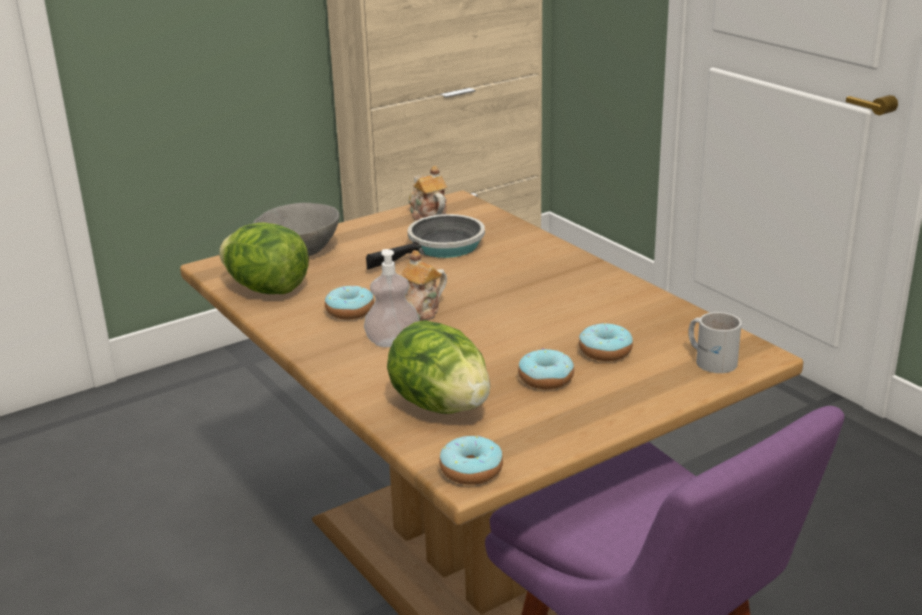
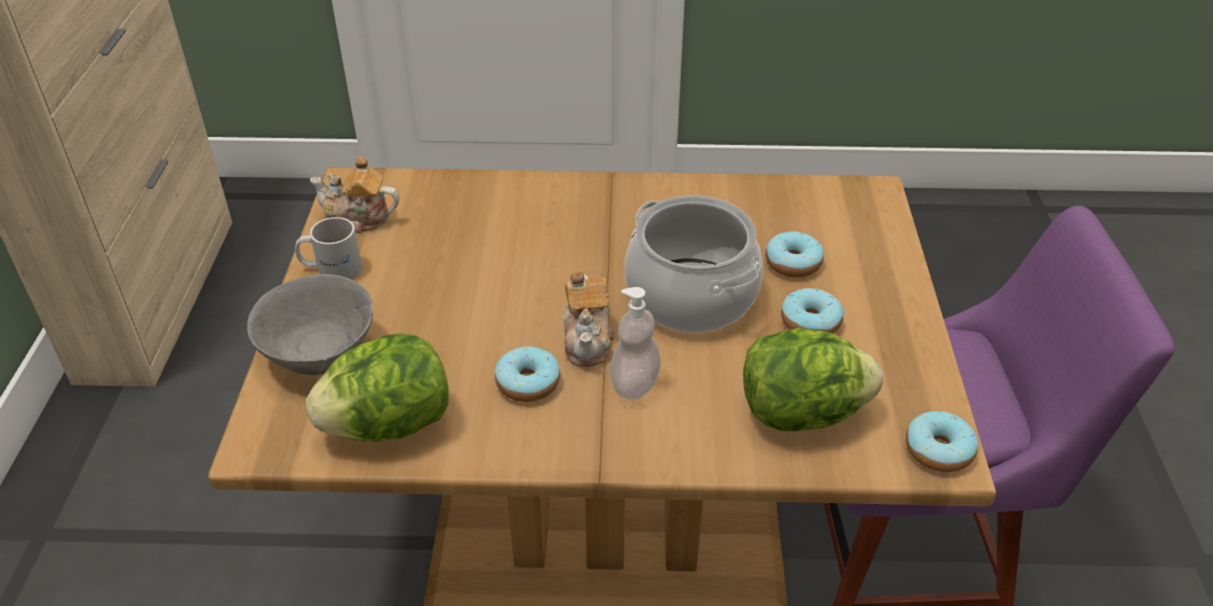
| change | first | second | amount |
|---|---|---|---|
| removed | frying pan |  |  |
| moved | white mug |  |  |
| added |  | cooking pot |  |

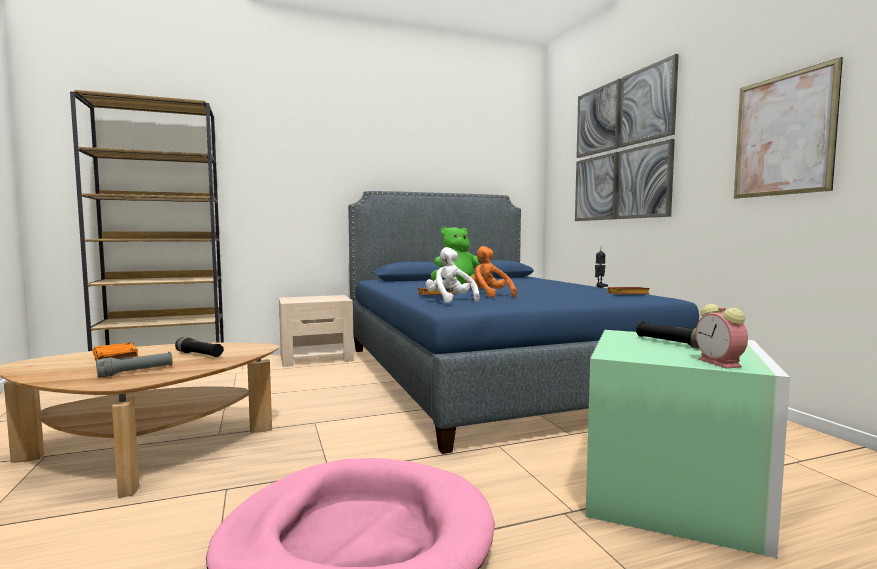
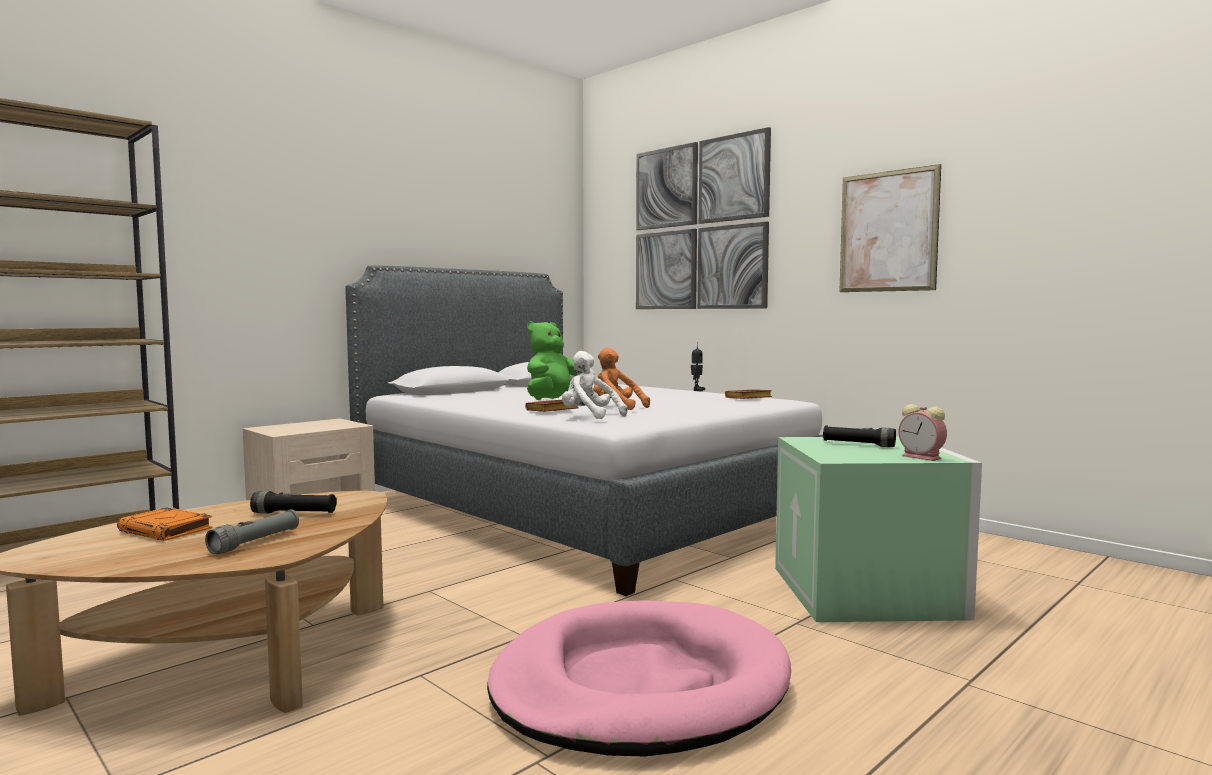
| change | first | second | amount |
|---|---|---|---|
| recoloured | blue bed | grey bed |  |

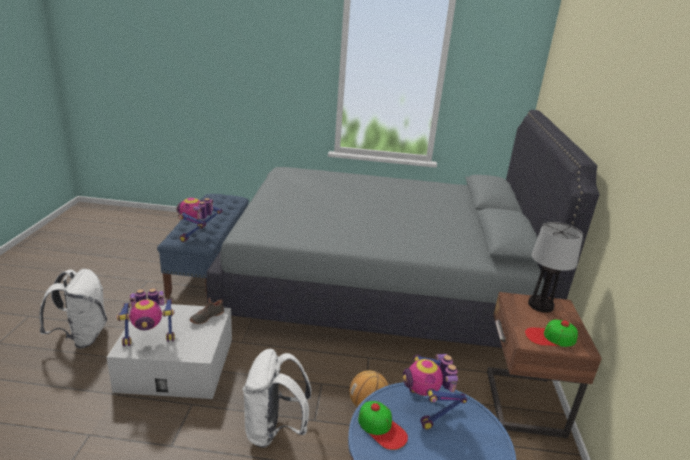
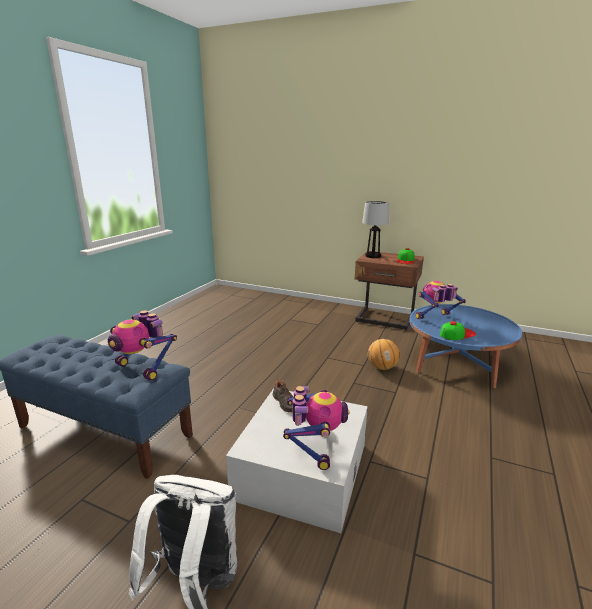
| change | first | second | amount |
|---|---|---|---|
| removed | grey bed |  |  |
| removed | white backpack (2nd from left) |  |  |
| turned | toy robot (3rd from left) |  | 150 degrees clockwise |

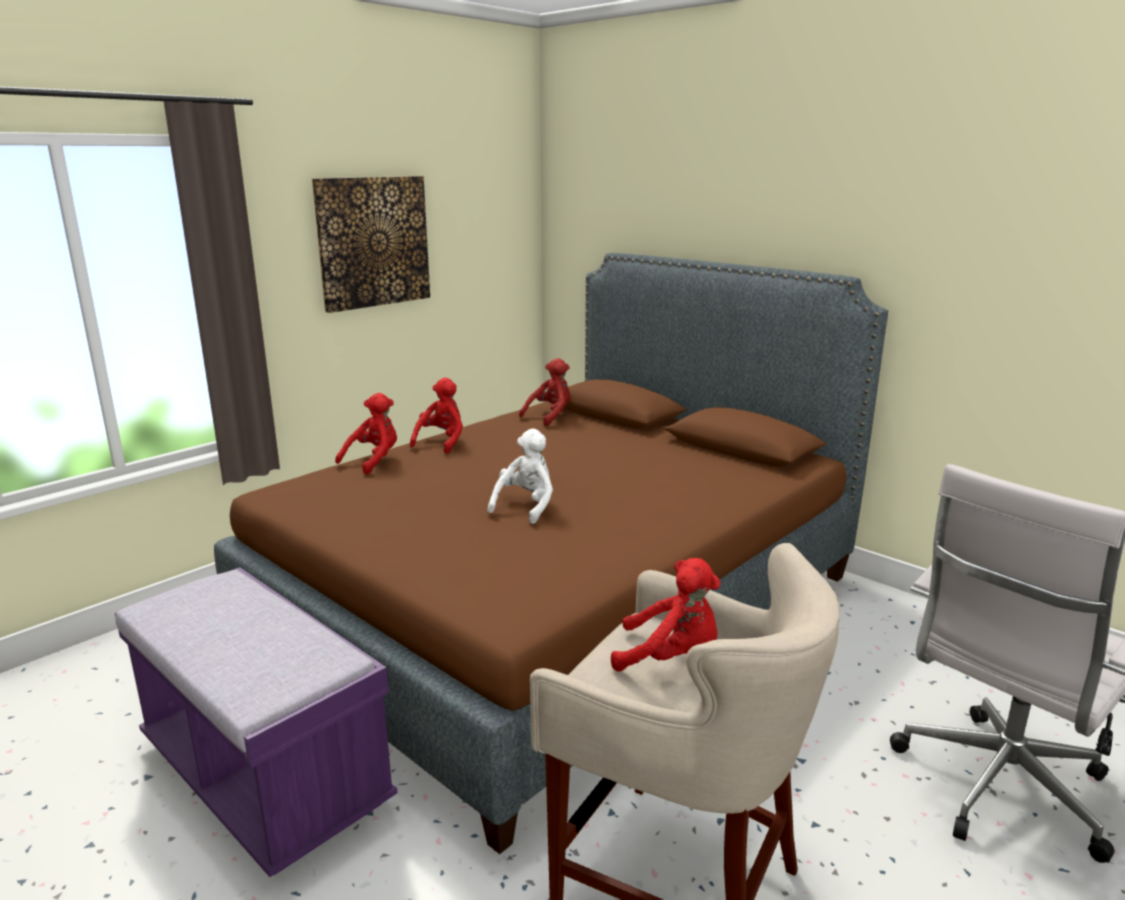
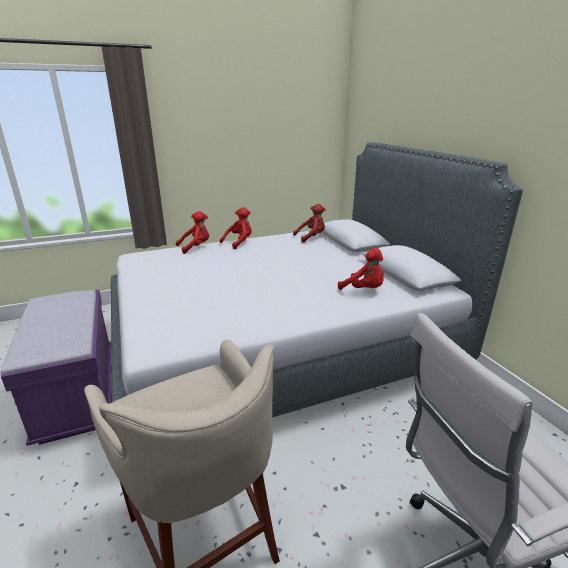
| change | first | second | amount |
|---|---|---|---|
| recoloured | brown bed | grey bed |  |
| removed | picture |  |  |
| removed | white plush toy |  |  |
| moved | red plush toy (4th from left) |  |  |

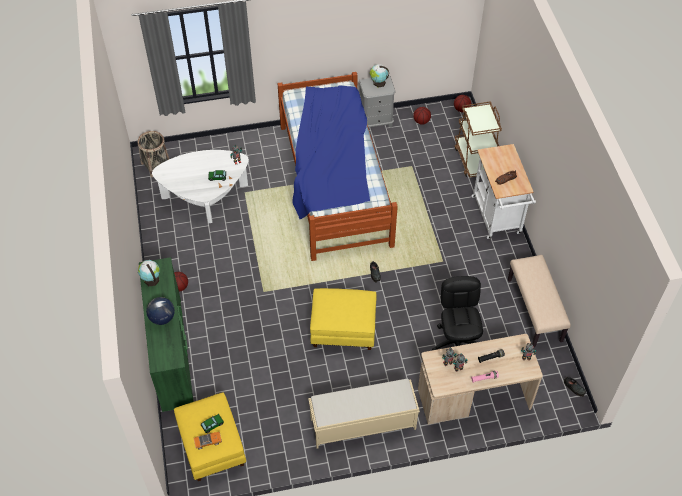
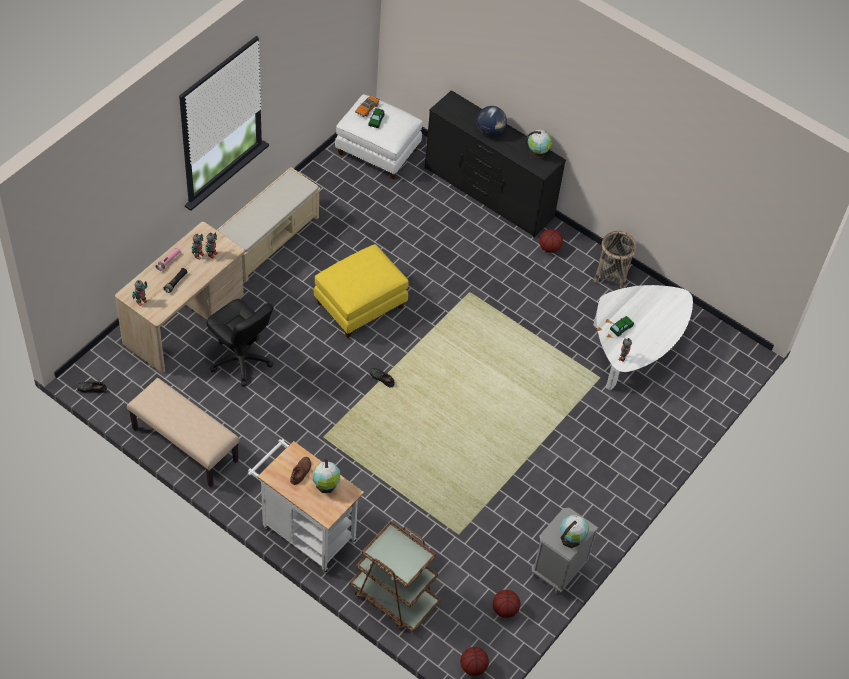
| change | first | second | amount |
|---|---|---|---|
| moved | basket |  |  |
| recoloured | green dresser | black dresser |  |
| recoloured | yellow ottoman (1st from left) | white ottoman |  |
| removed | bed |  |  |
| added |  | globe (1st from left) |  |

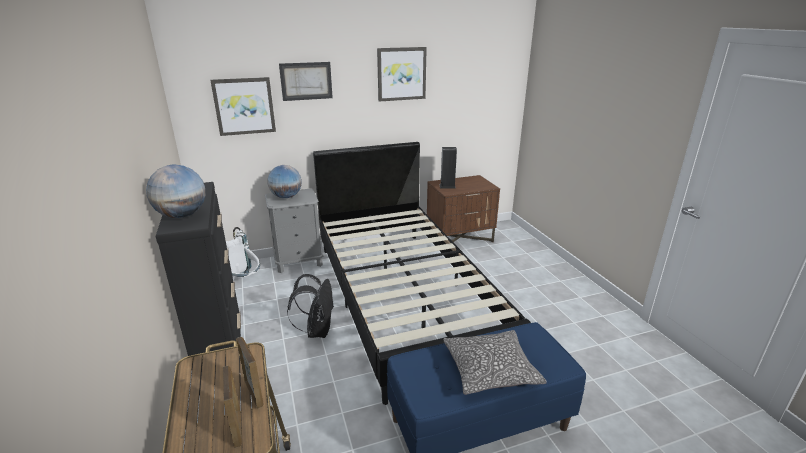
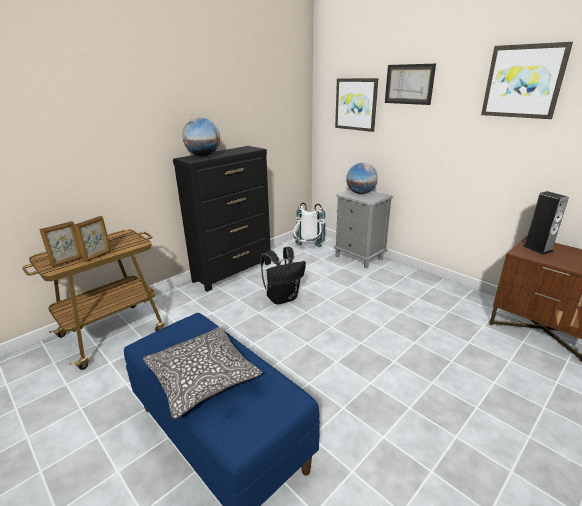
| change | first | second | amount |
|---|---|---|---|
| removed | black bed |  |  |

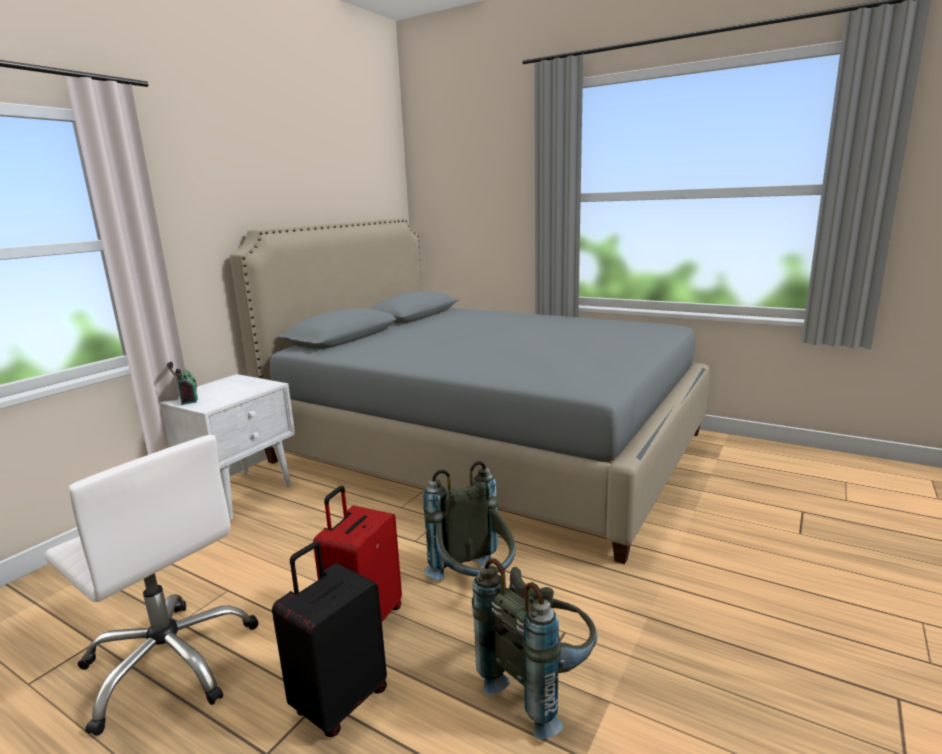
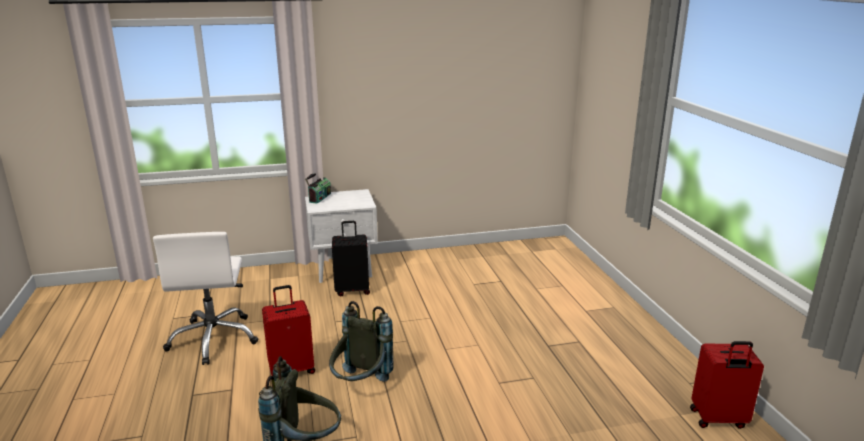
| change | first | second | amount |
|---|---|---|---|
| removed | grey bed |  |  |
| moved | black suitcase |  |  |
| added |  | red suitcase (2nd from left) |  |

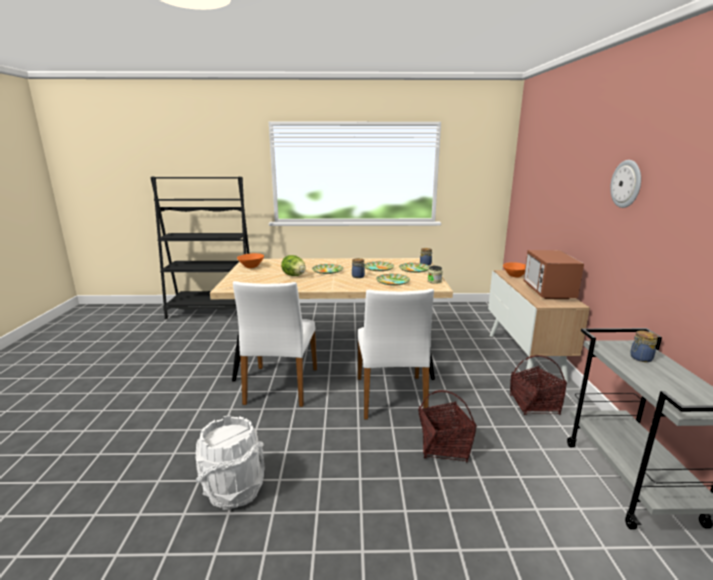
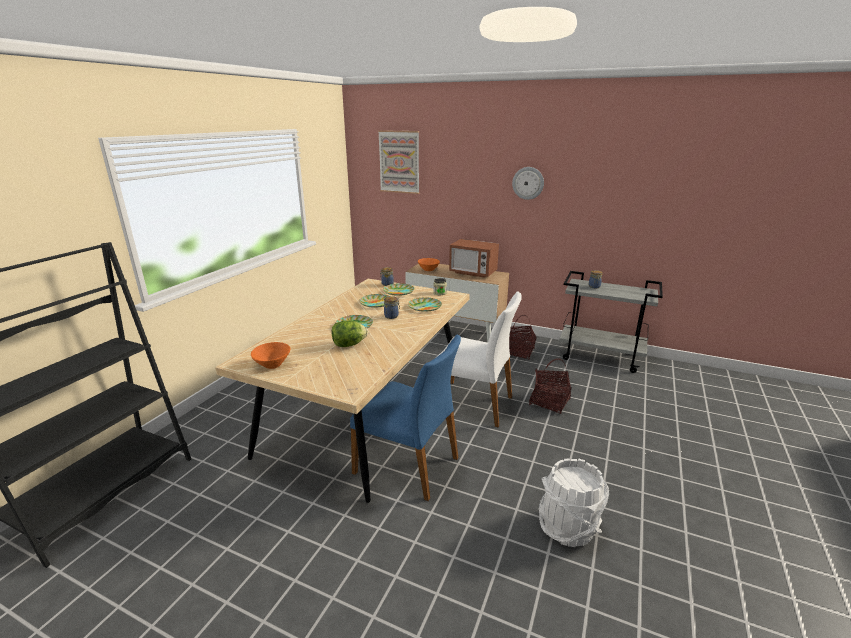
| change | first | second | amount |
|---|---|---|---|
| recoloured | white chair (1st from left) | blue chair |  |
| added |  | picture |  |

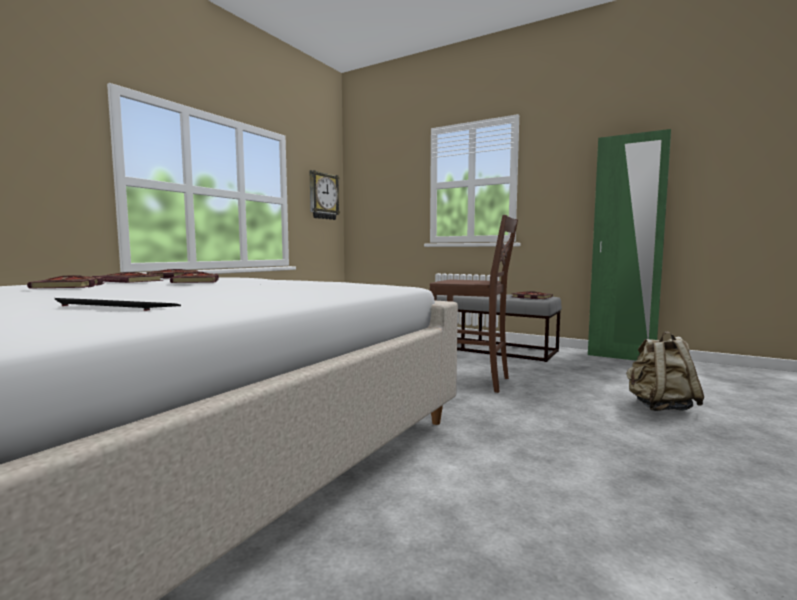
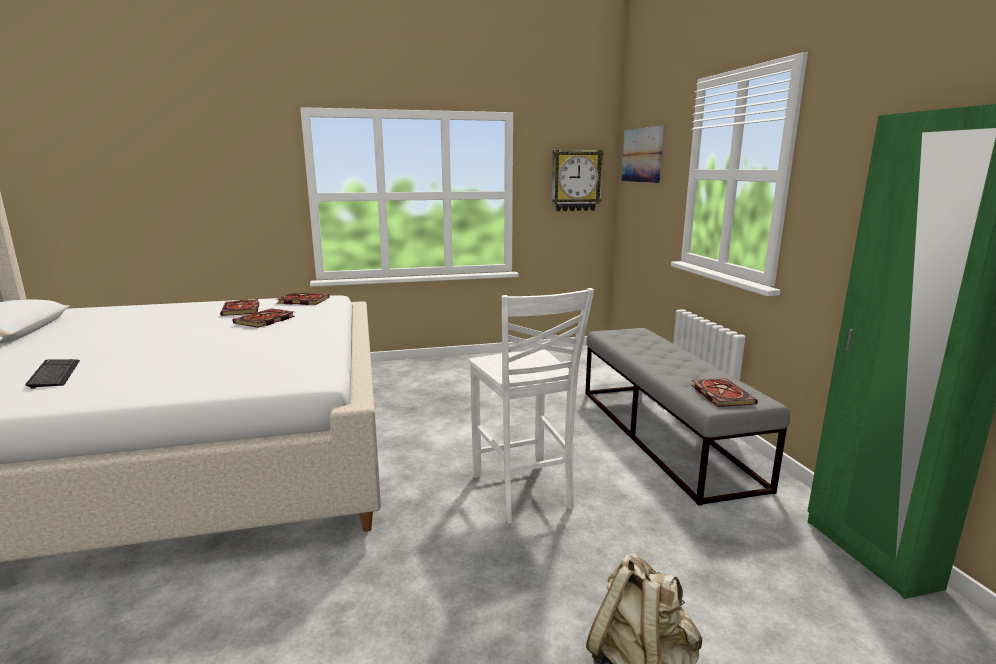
| change | first | second | amount |
|---|---|---|---|
| removed | book (1st from left) |  |  |
| recoloured | brown chair | white chair |  |
| added |  | picture |  |

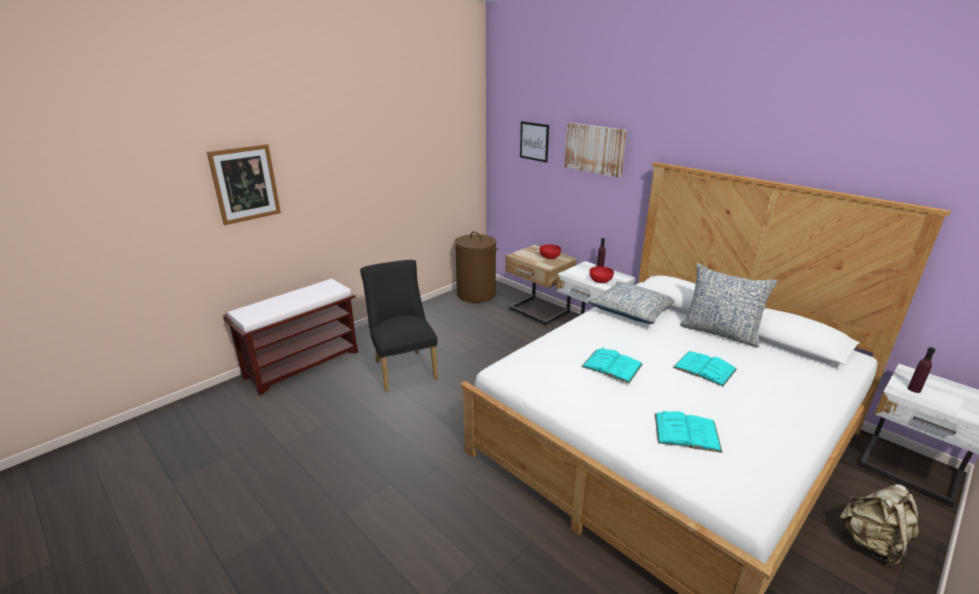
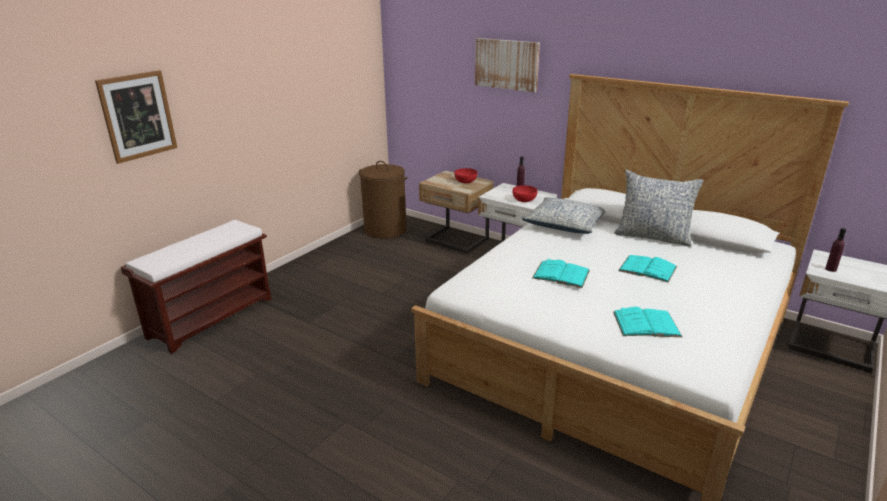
| change | first | second | amount |
|---|---|---|---|
| removed | black chair |  |  |
| removed | picture (2nd from left) |  |  |
| removed | beige backpack |  |  |

